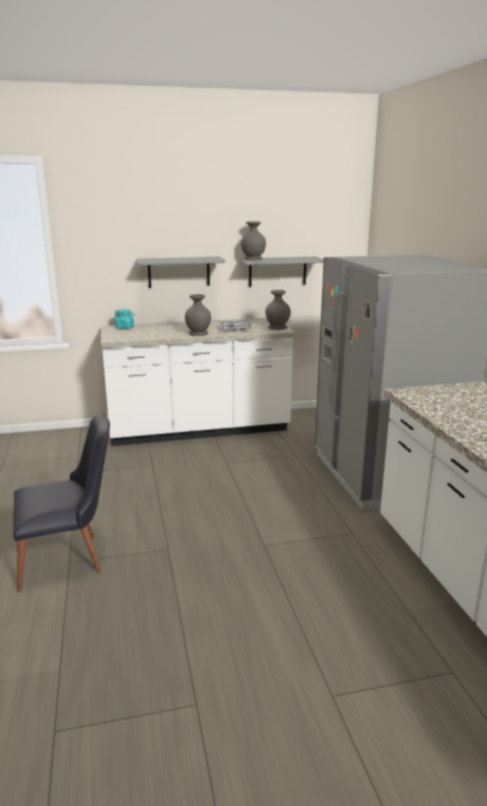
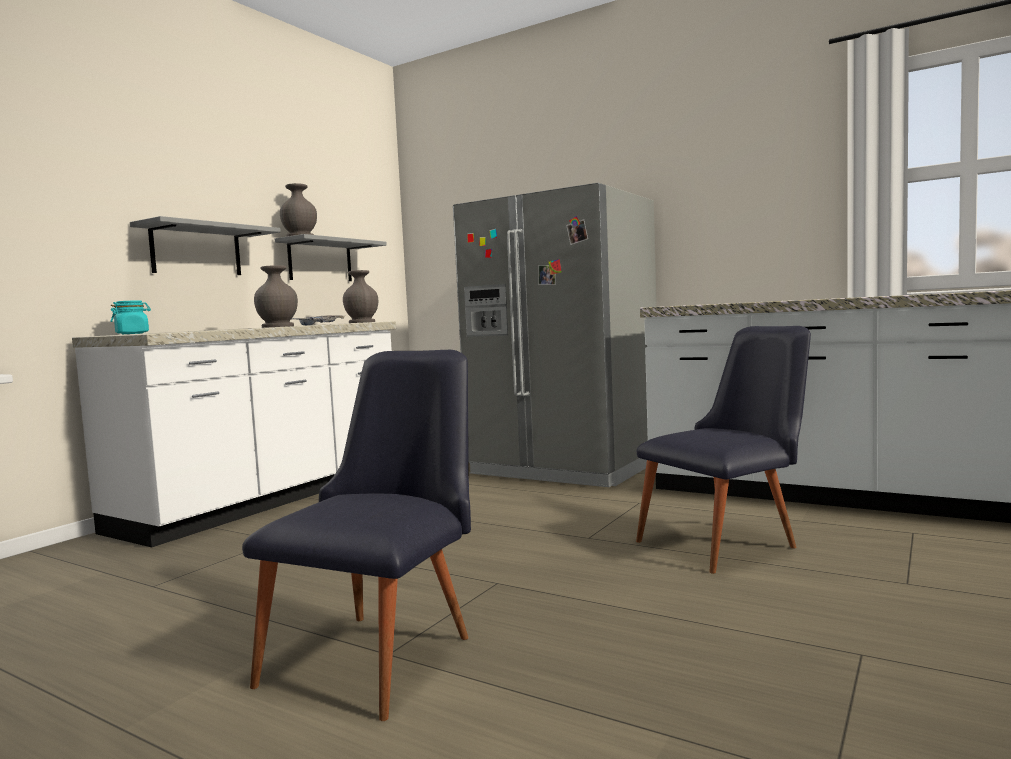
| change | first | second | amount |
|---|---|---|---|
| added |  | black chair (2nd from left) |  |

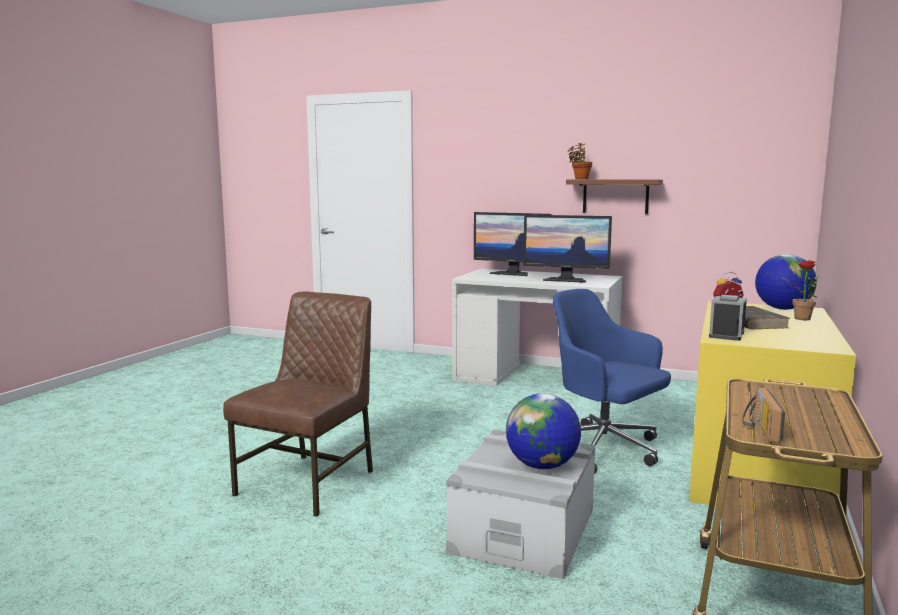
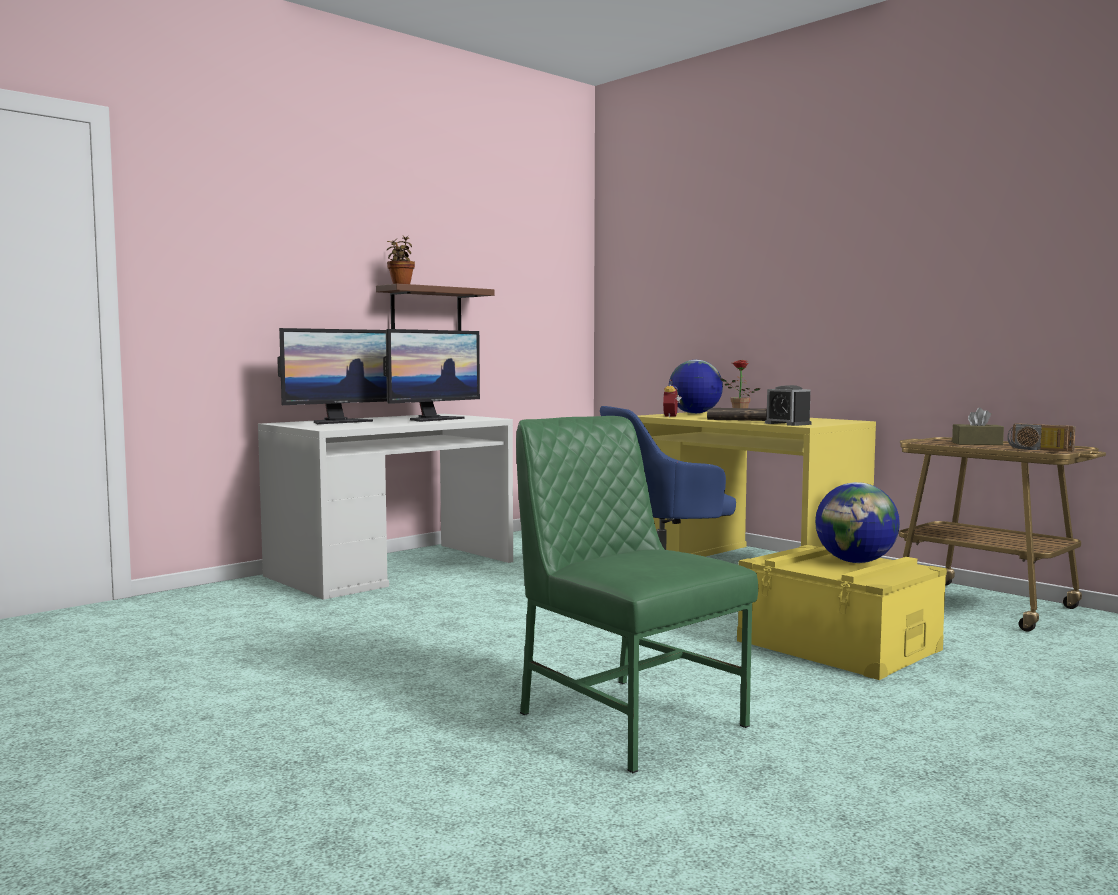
| change | first | second | amount |
|---|---|---|---|
| recoloured | brown chair | green chair |  |
| recoloured | grey storage box | yellow storage box |  |
| added |  | brown tissue box |  |

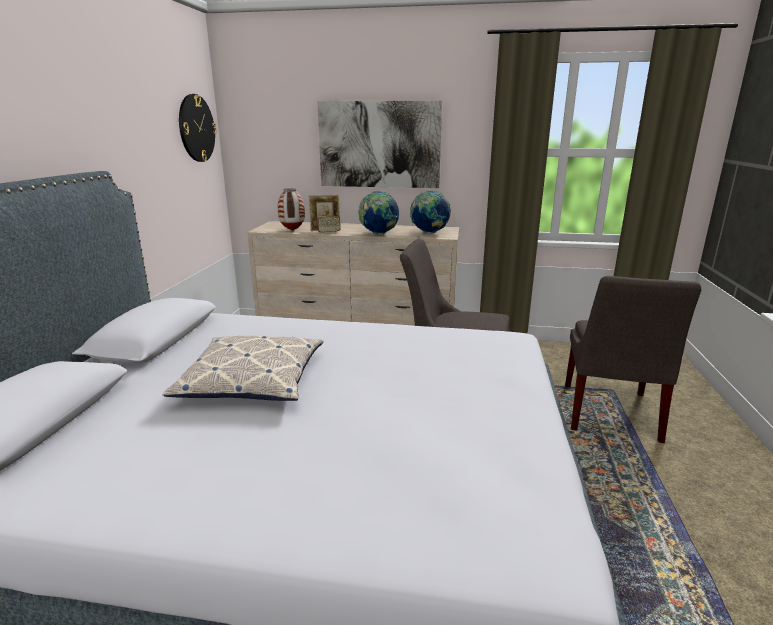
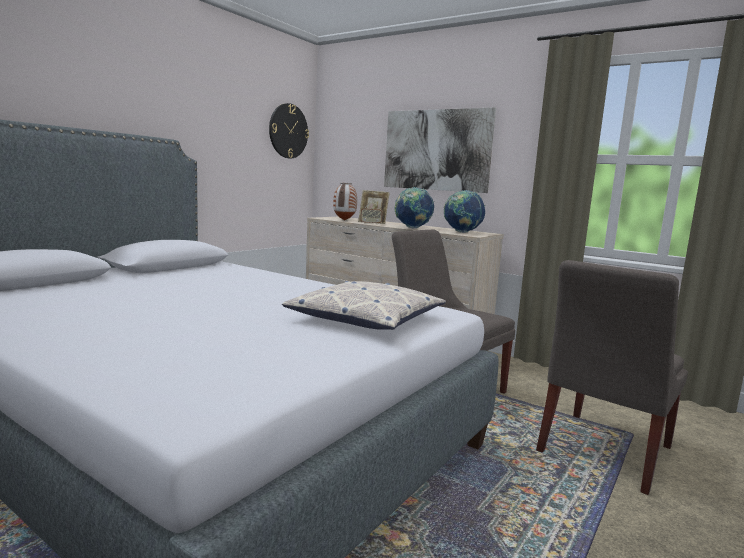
| change | first | second | amount |
|---|---|---|---|
| moved | pillow |  |  |

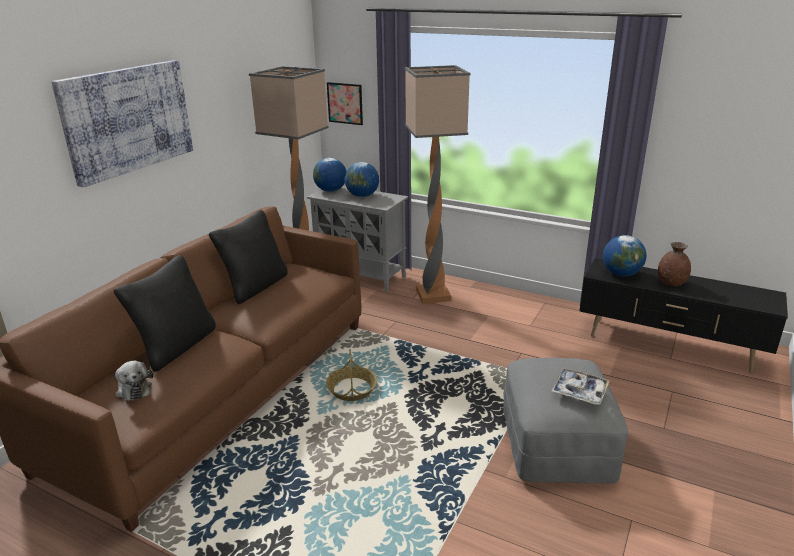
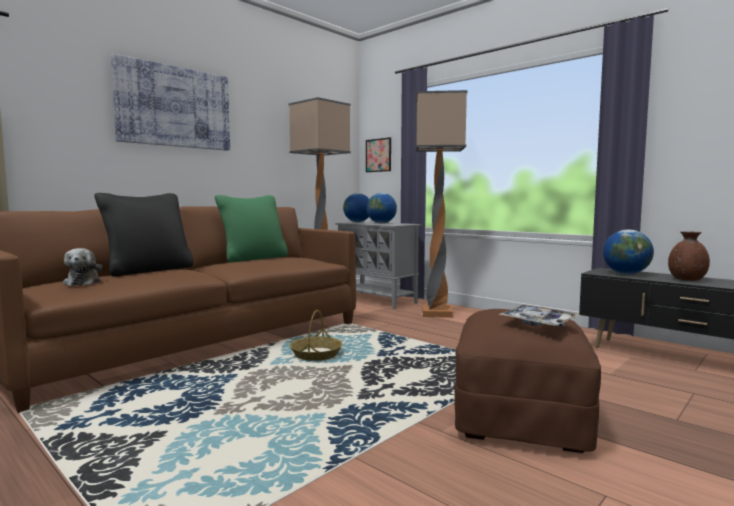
| change | first | second | amount |
|---|---|---|---|
| recoloured | black pillow (2nd from left) | green pillow |  |
| recoloured | grey ottoman | brown ottoman |  |

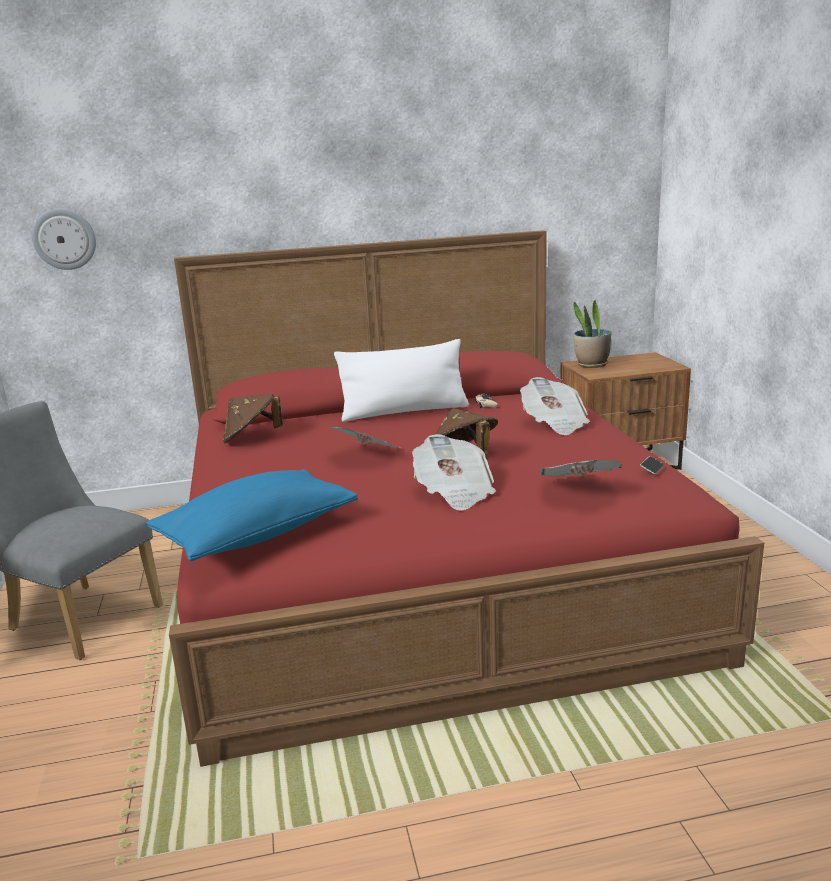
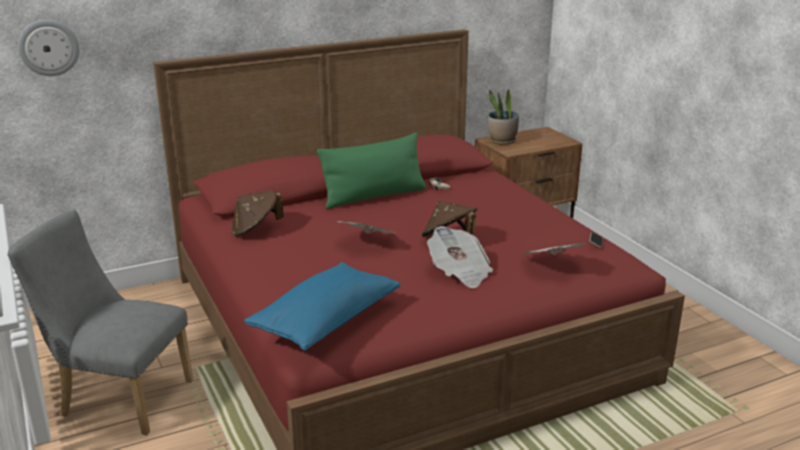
| change | first | second | amount |
|---|---|---|---|
| recoloured | white pillow | green pillow |  |
| removed | newspaper (3rd from left) |  |  |

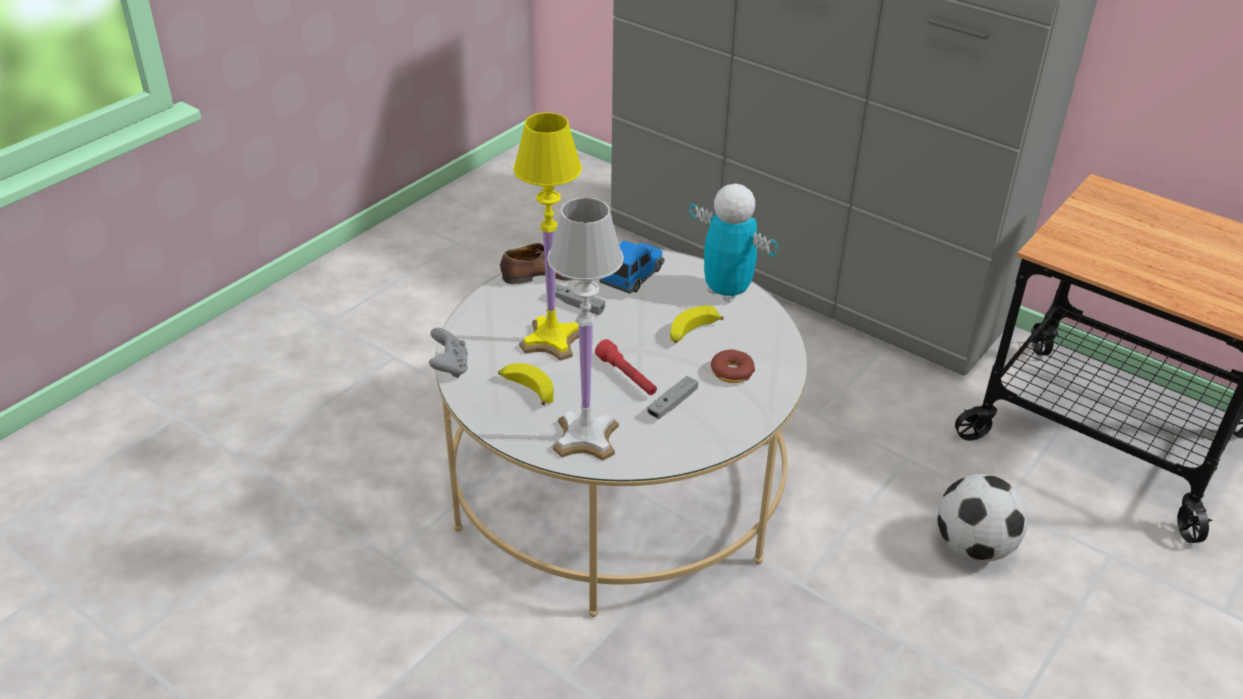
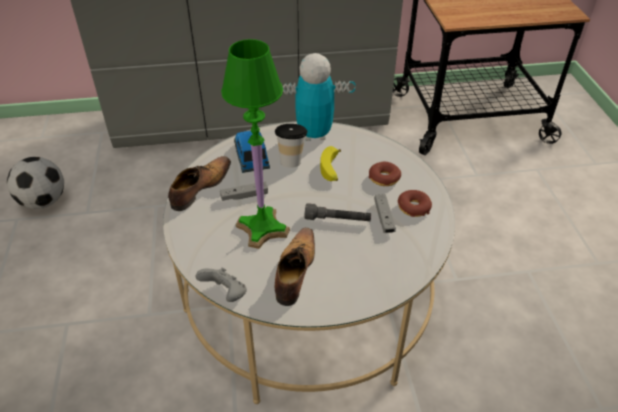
| change | first | second | amount |
|---|---|---|---|
| replaced | banana (1st from left) | shoe (2nd from left) |  |
| recoloured | yellow table lamp | green table lamp |  |
| removed | white table lamp |  |  |
| recoloured | red flashlight | grey flashlight |  |
| moved | football |  |  |
| added |  | cup |  |
| added |  | donut (2nd from left) |  |

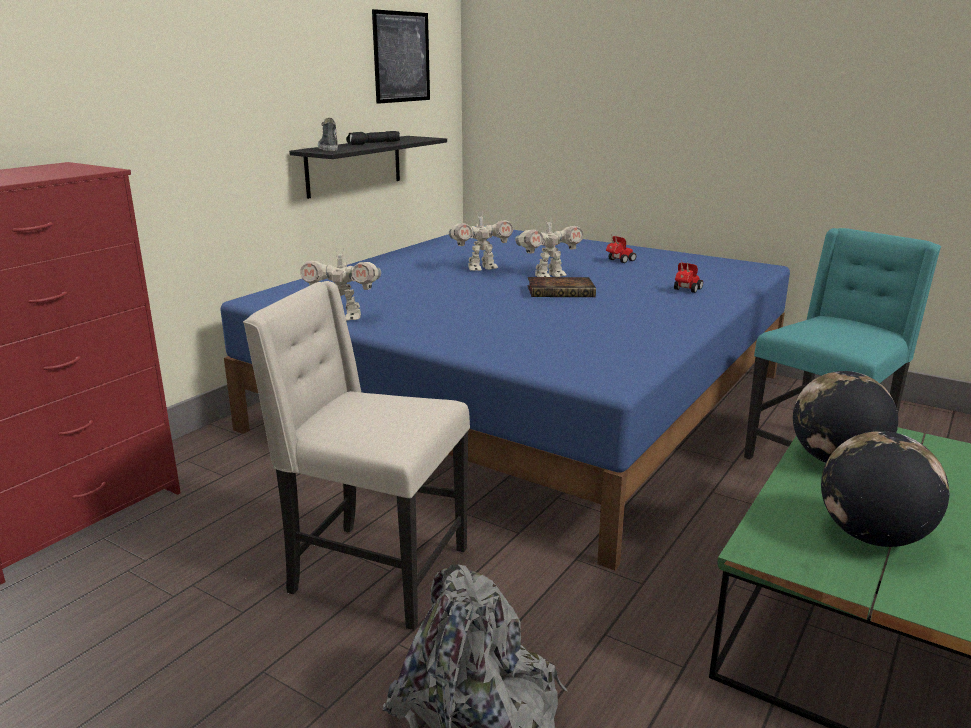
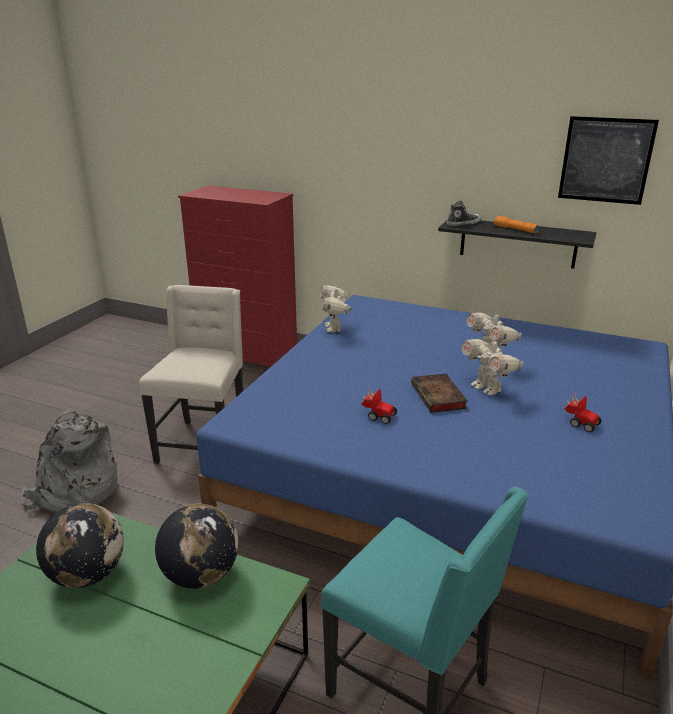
| change | first | second | amount |
|---|---|---|---|
| recoloured | black flashlight | orange flashlight |  |
| moved | toy car (2nd from left in the first image) | toy car (1st from left) |  |

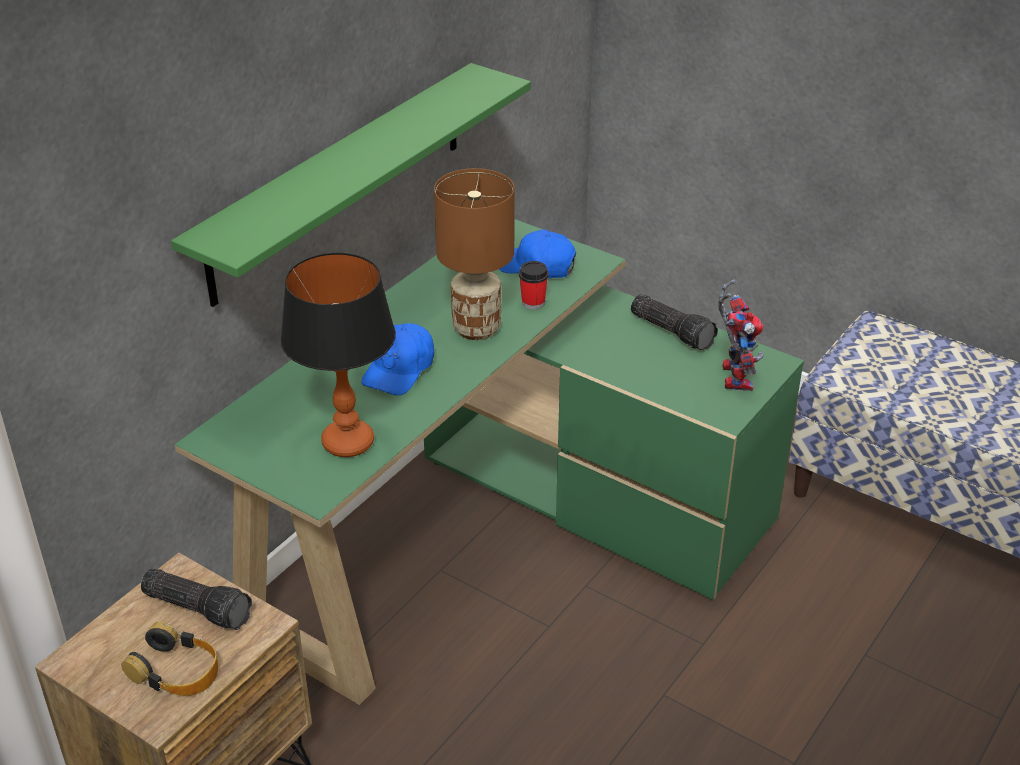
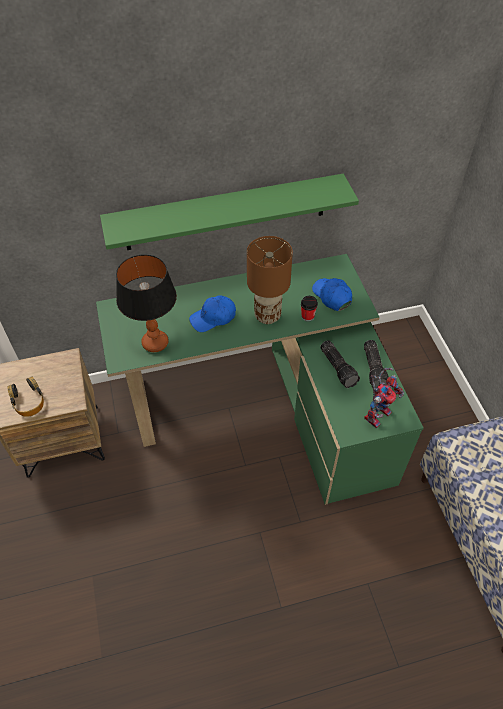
| change | first | second | amount |
|---|---|---|---|
| moved | flashlight (1st from left) |  |  |

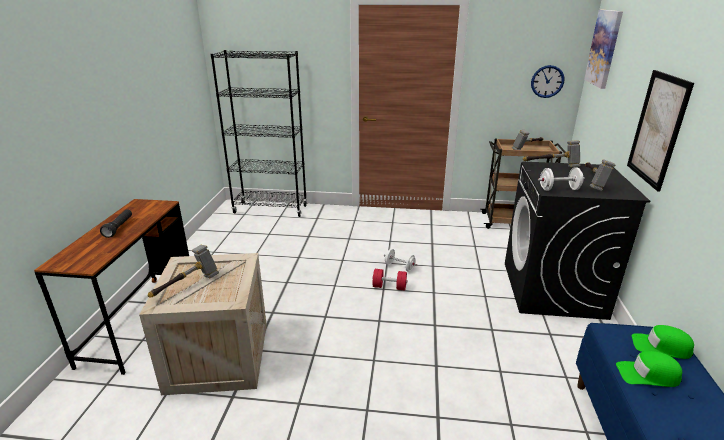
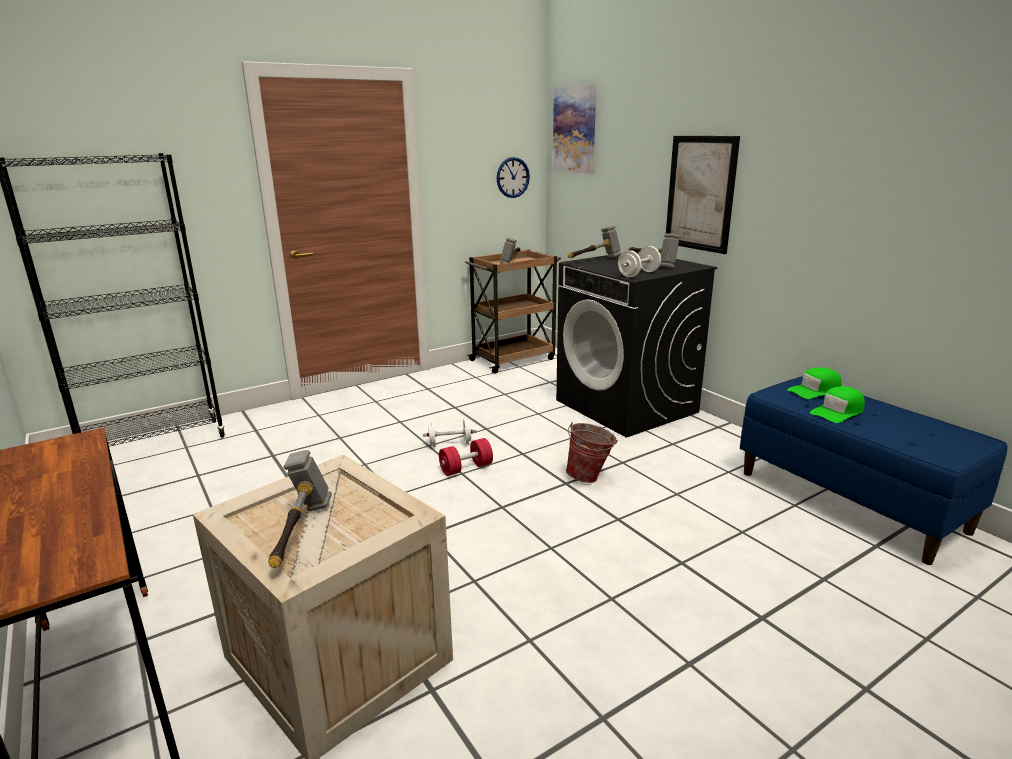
| change | first | second | amount |
|---|---|---|---|
| removed | black flashlight |  |  |
| added |  | bucket |  |

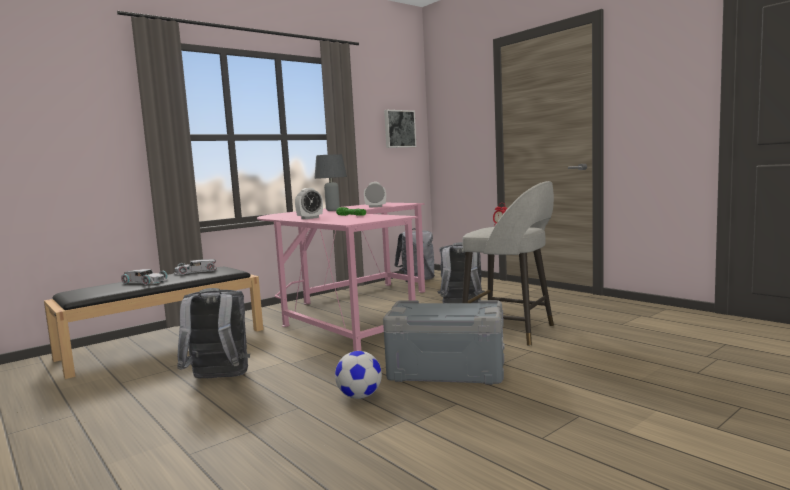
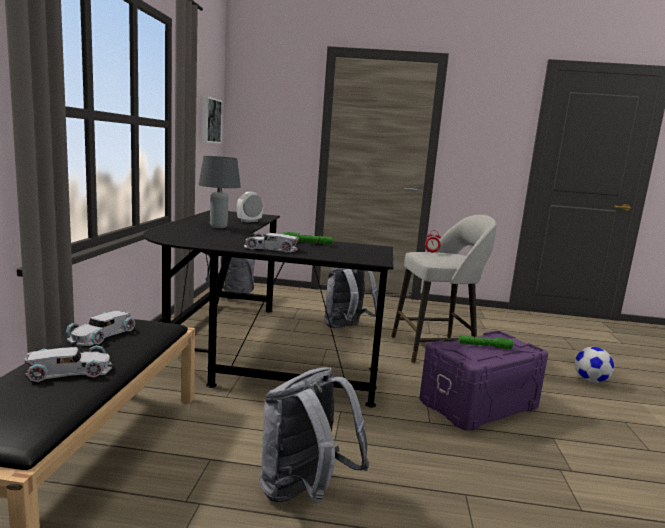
| change | first | second | amount |
|---|---|---|---|
| recoloured | pink desk | black desk |  |
| replaced | alarm clock (1st from left) | white toy car (3rd from left) |  |
| moved | football |  |  |
| recoloured | grey storage box | purple storage box |  |
| added |  | green flashlight (2nd from left) |  |

